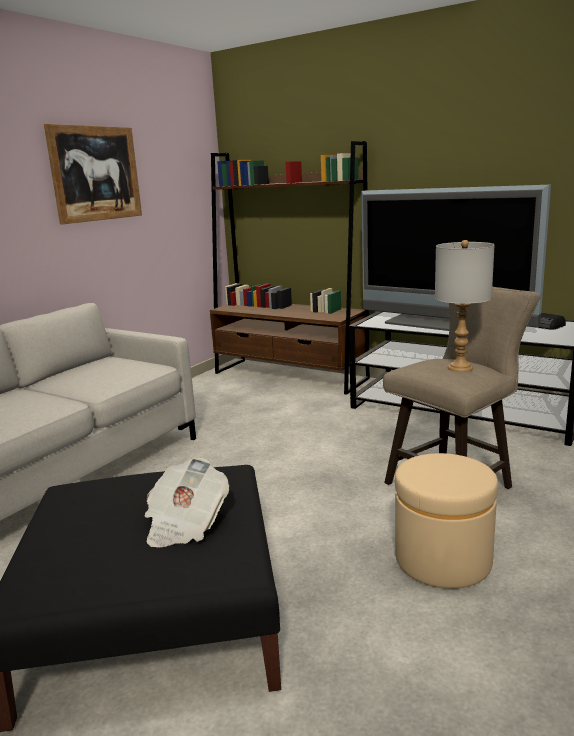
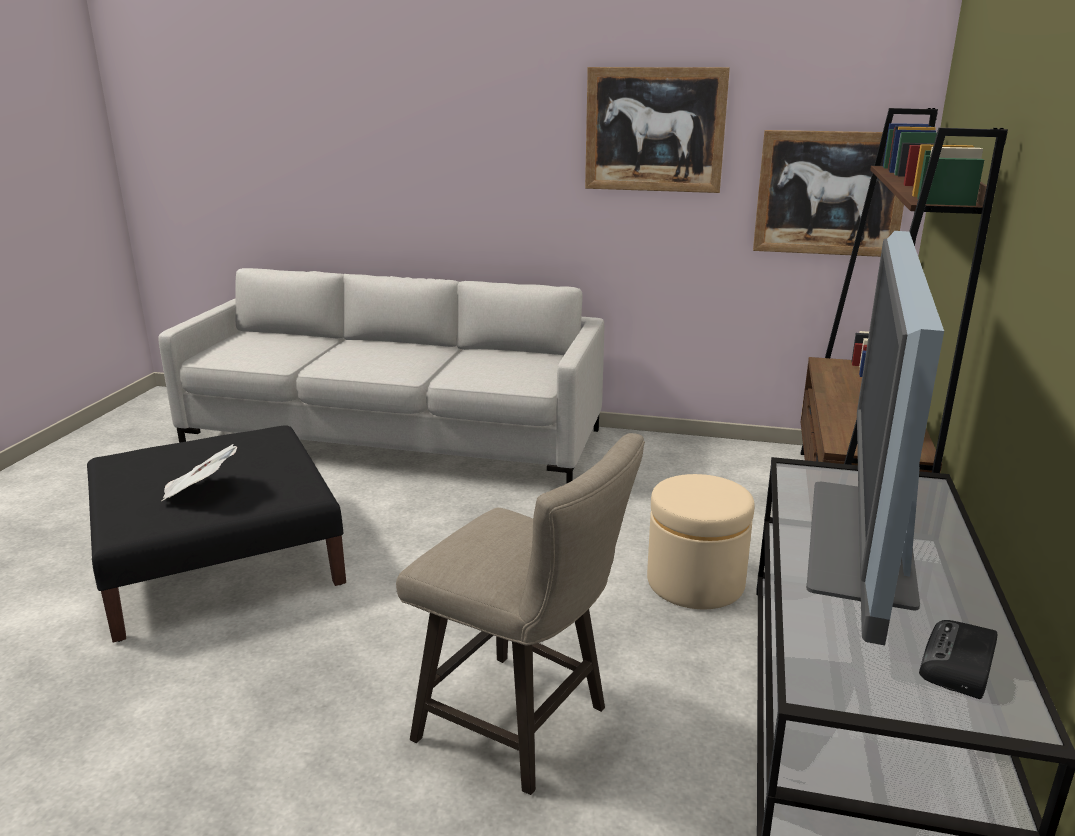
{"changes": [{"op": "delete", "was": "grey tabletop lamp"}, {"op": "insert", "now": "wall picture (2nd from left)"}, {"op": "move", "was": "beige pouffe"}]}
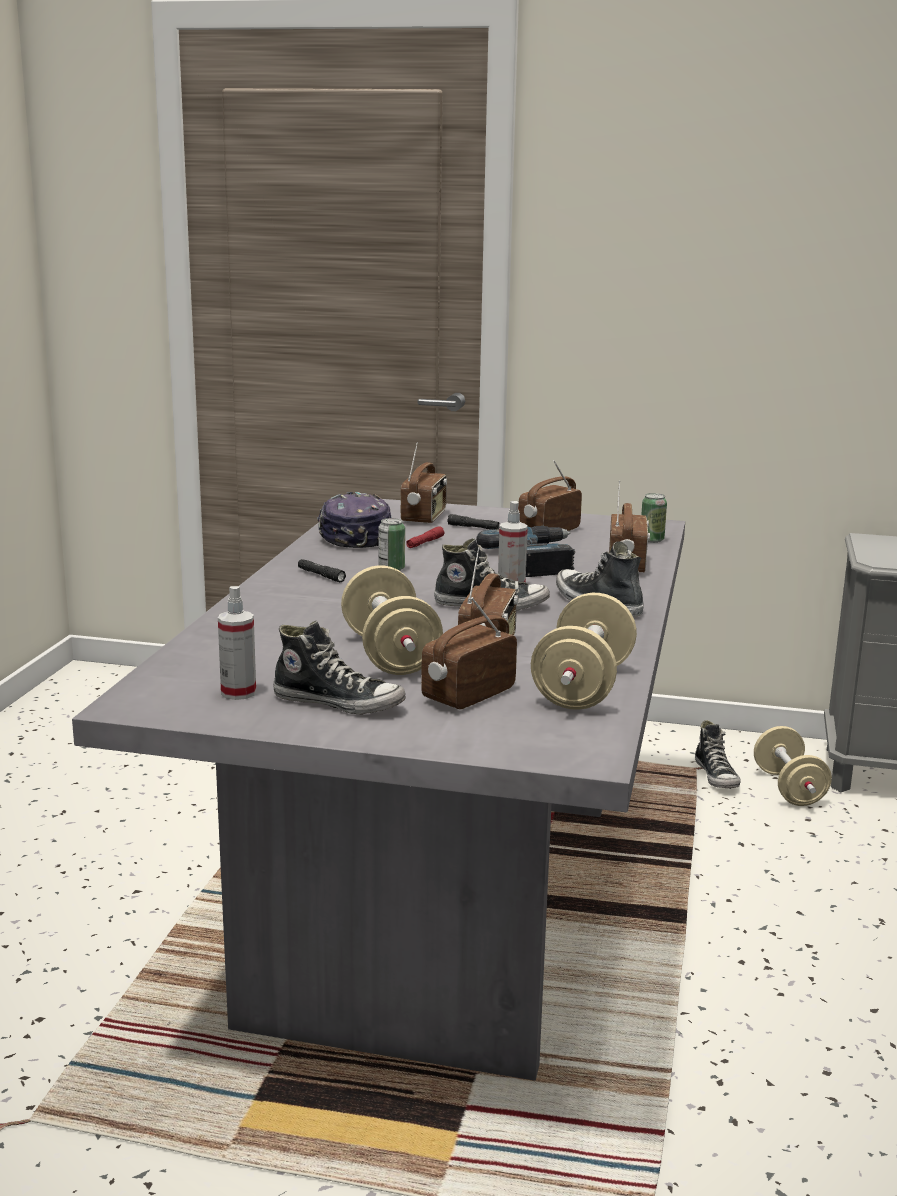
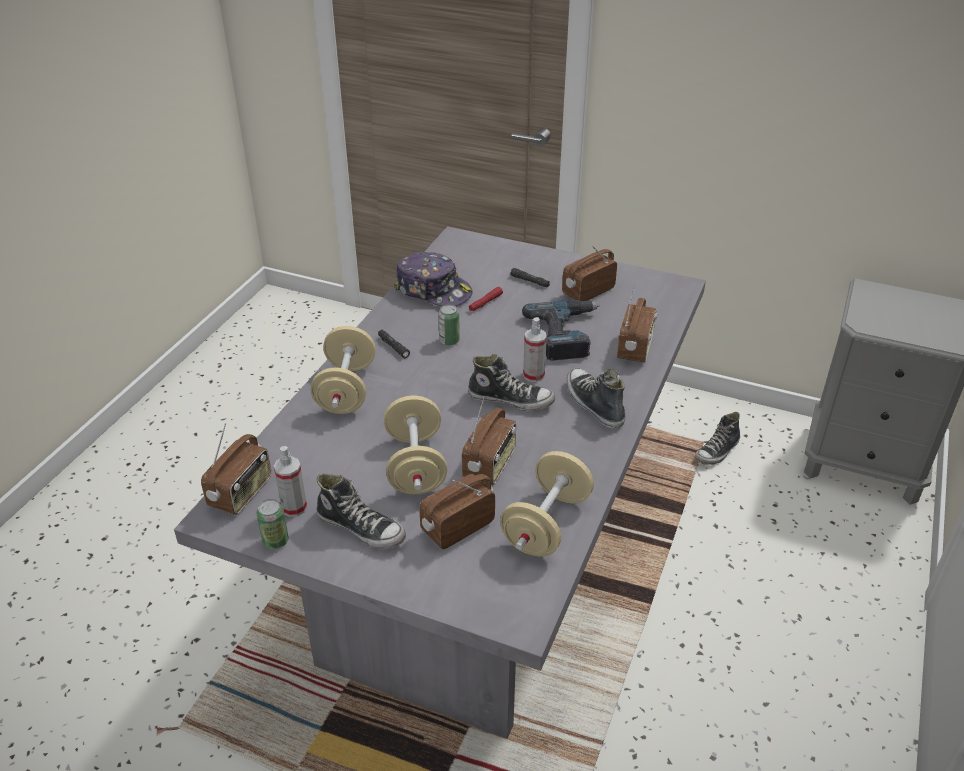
{"changes": [{"op": "move", "was": "radio (1st from left)"}, {"op": "move", "was": "can (2nd from left in the first image)", "now": "can (1st from left)"}, {"op": "move", "was": "beige free weight (3rd from left in the first image)", "now": "beige free weight (1st from left)"}, {"op": "rotate", "was": "cap", "clockwise": 120}, {"op": "rotate", "was": "shoe (4th from left)", "clockwise": 45}]}
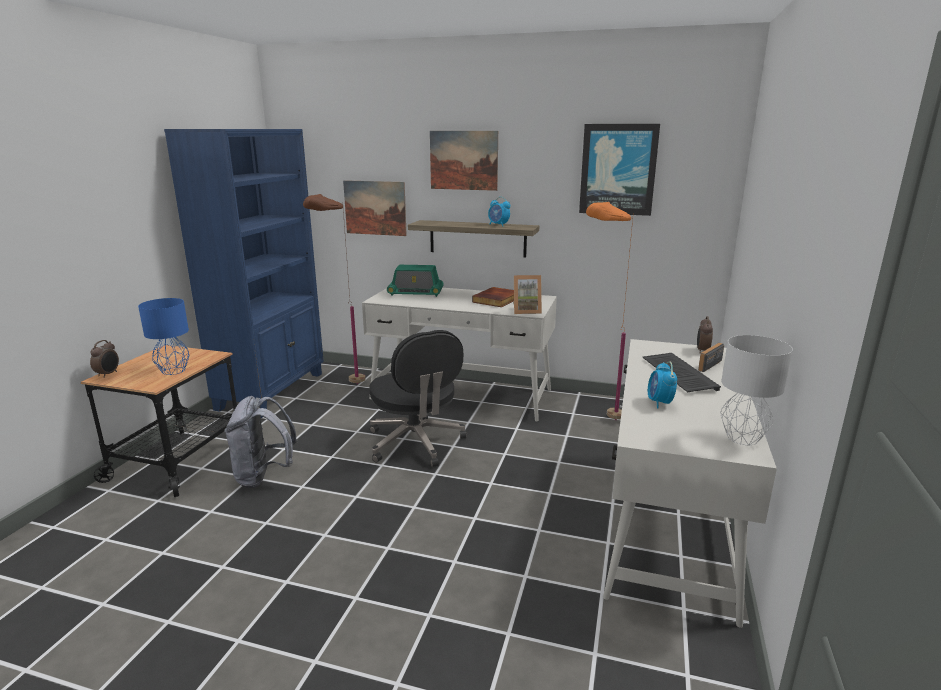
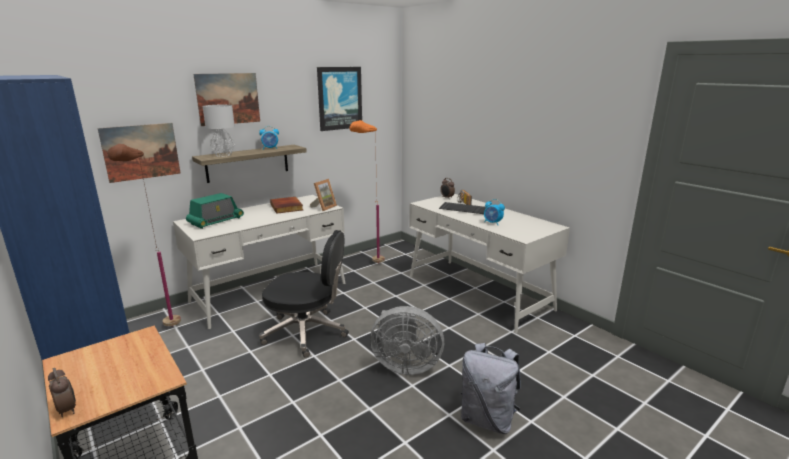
{"changes": [{"op": "delete", "was": "blue-coloured tabletop lamp"}, {"op": "insert", "now": "grey electric fan"}, {"op": "move", "was": "grey knapsack"}, {"op": "move", "was": "grey tabletop lamp"}]}
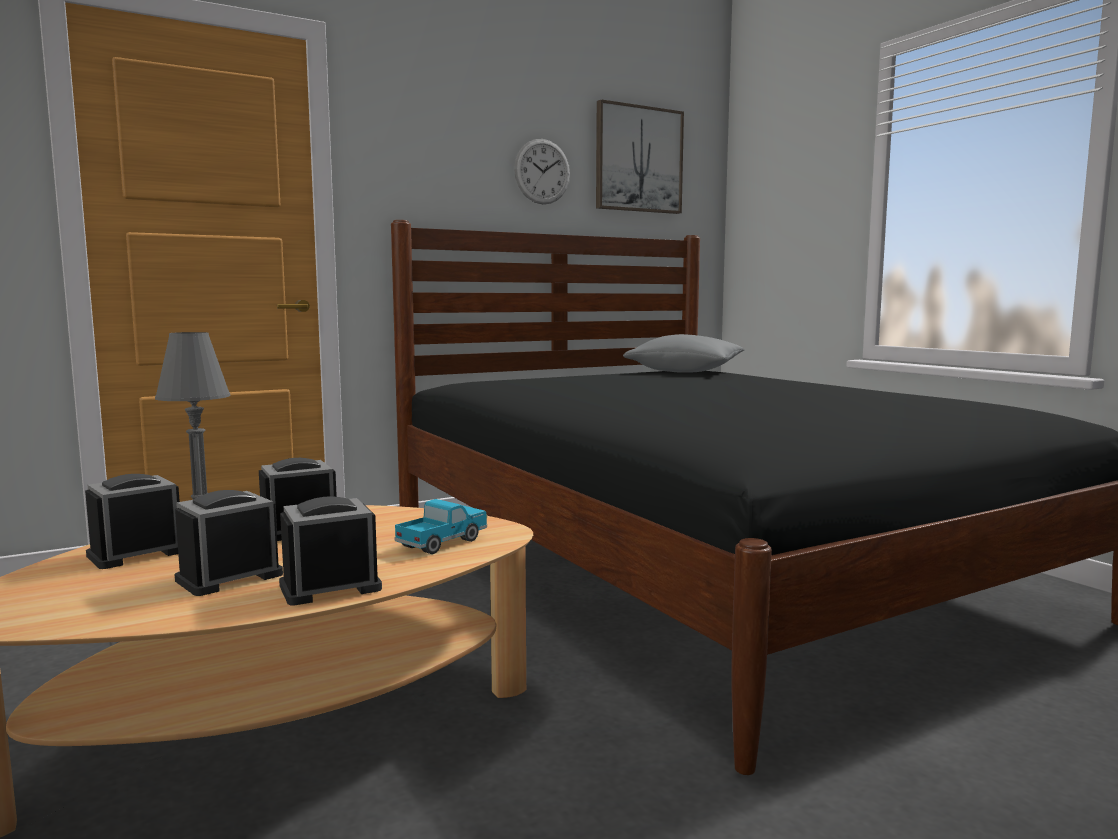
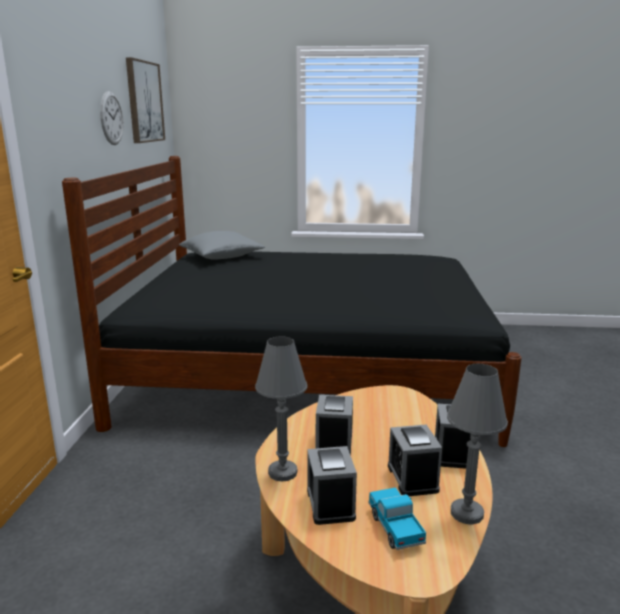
{"changes": [{"op": "insert", "now": "grey tabletop lamp (2nd from left)"}, {"op": "move", "was": "model truck"}]}
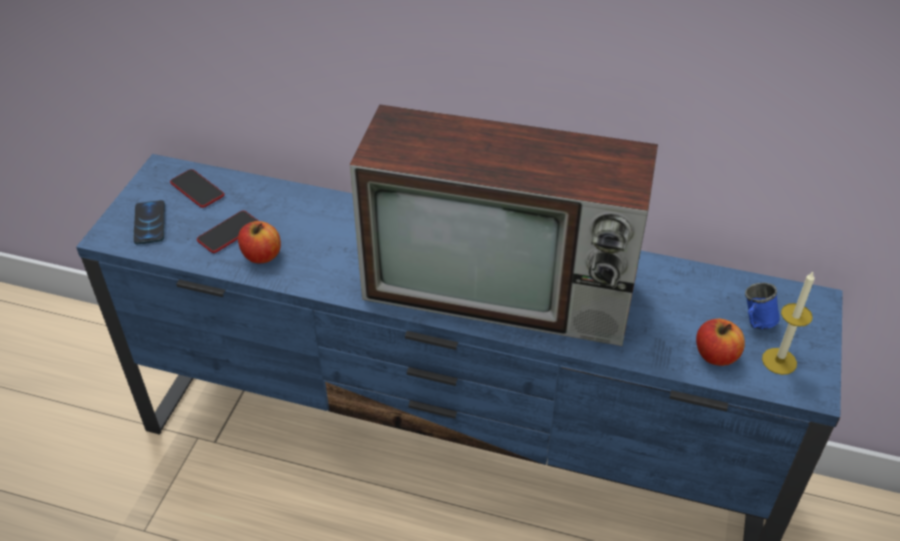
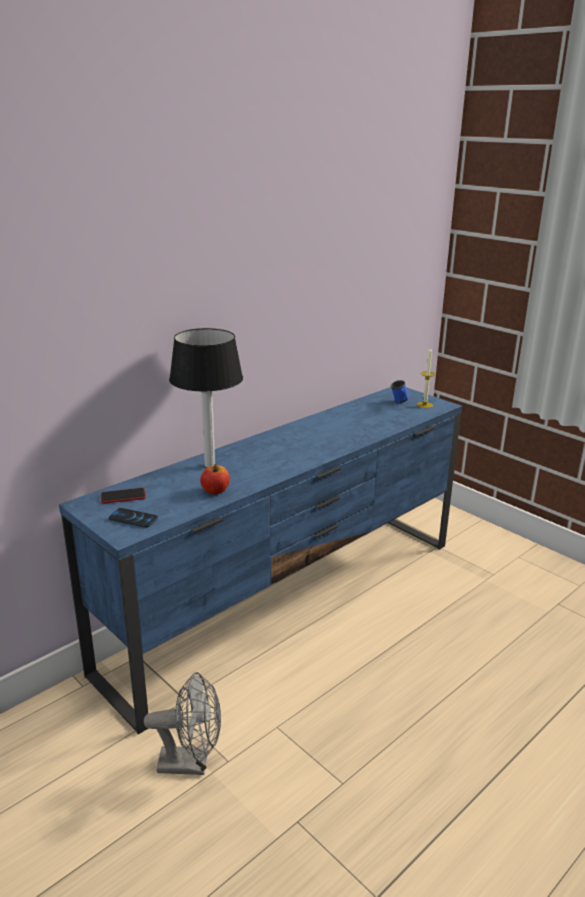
{"changes": [{"op": "delete", "was": "phone (3rd from left)"}, {"op": "delete", "was": "television"}, {"op": "delete", "was": "apple (2nd from left)"}, {"op": "insert", "now": "grey electric fan"}, {"op": "insert", "now": "tabletop lamp"}]}
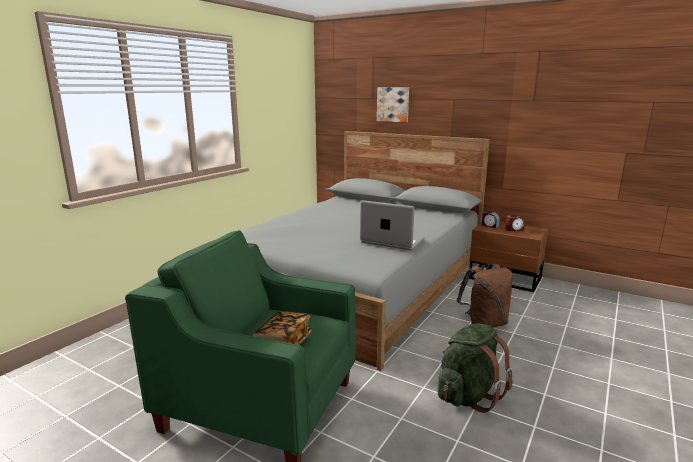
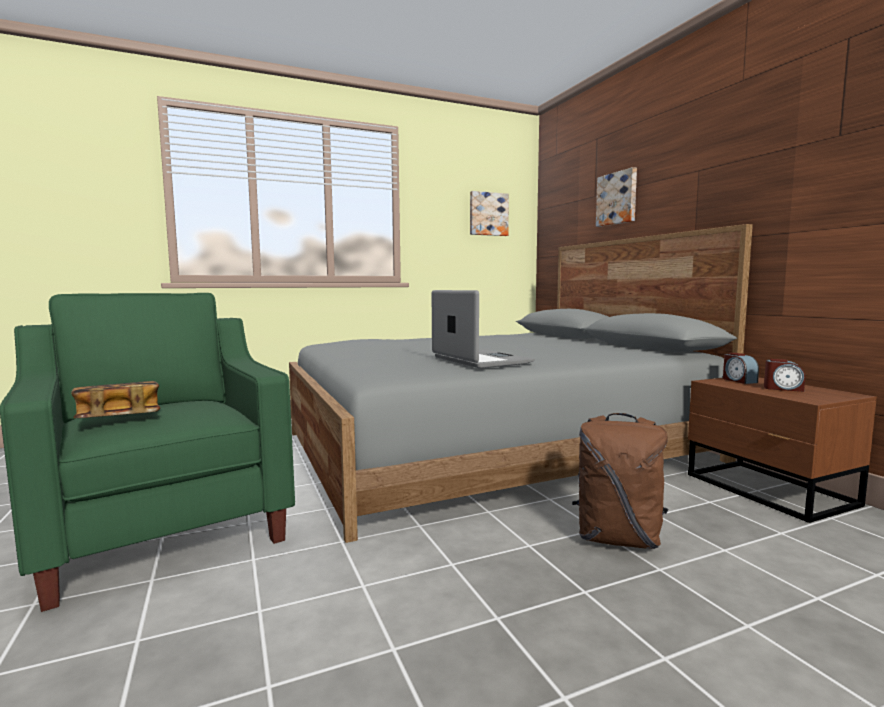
{"changes": [{"op": "delete", "was": "greenish knapsack"}, {"op": "insert", "now": "wall picture (1st from left)"}]}
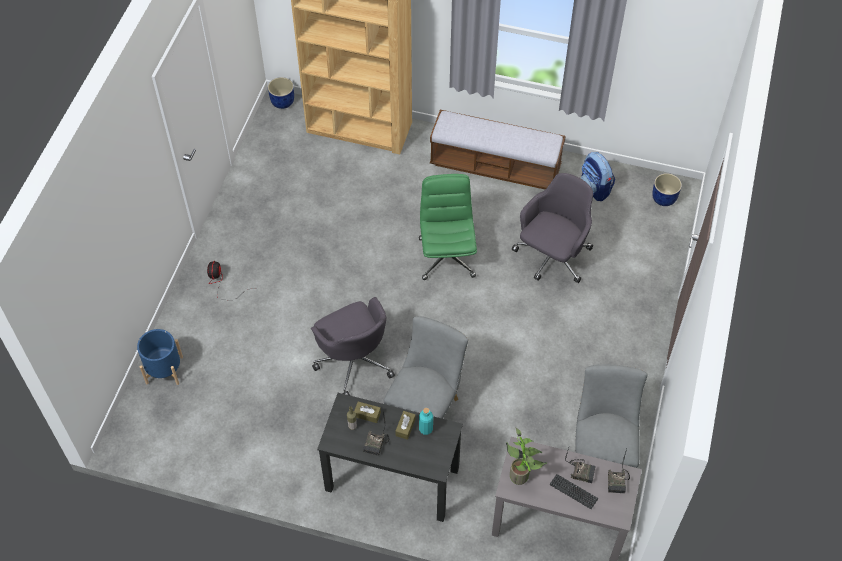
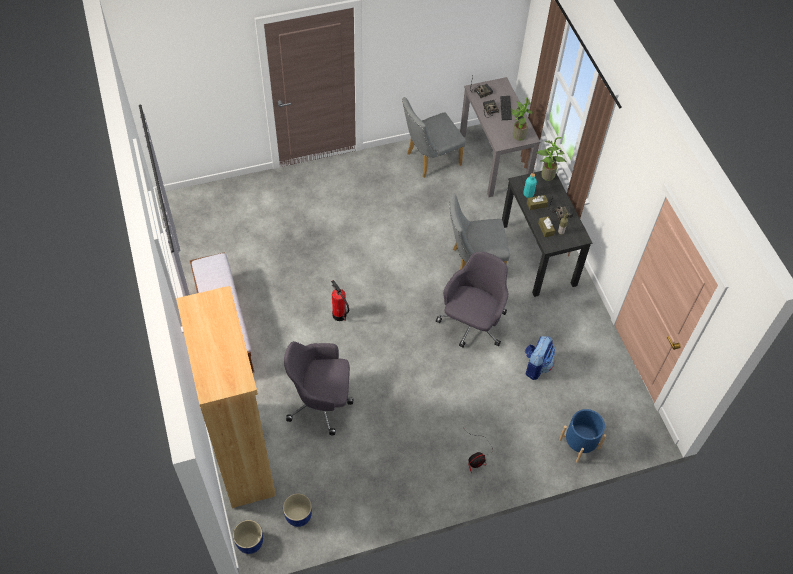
{"changes": [{"op": "insert", "now": "plant in a pot (2nd from left)"}, {"op": "move", "was": "grey desk chair (2nd from left in the first image)", "now": "grey desk chair (1st from left)"}, {"op": "move", "was": "knapsack"}, {"op": "move", "was": "blue-coloured planter (3rd from left in the first image)", "now": "blue-coloured planter (2nd from left)"}, {"op": "replace", "was": "greenish desk chair", "now": "fire-fighting cylinder"}]}
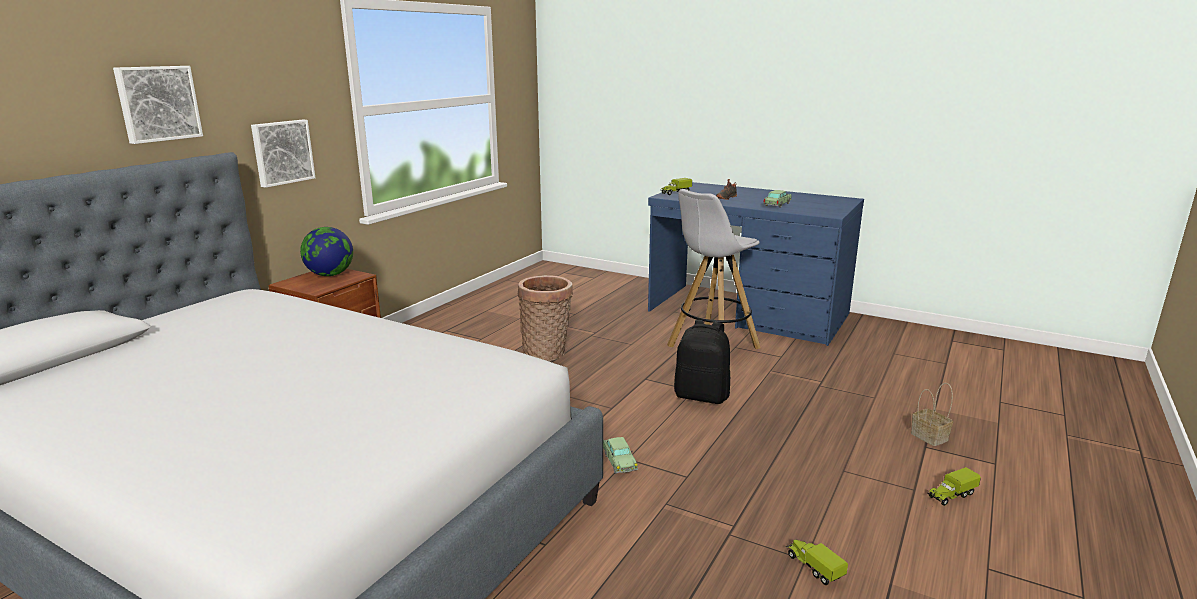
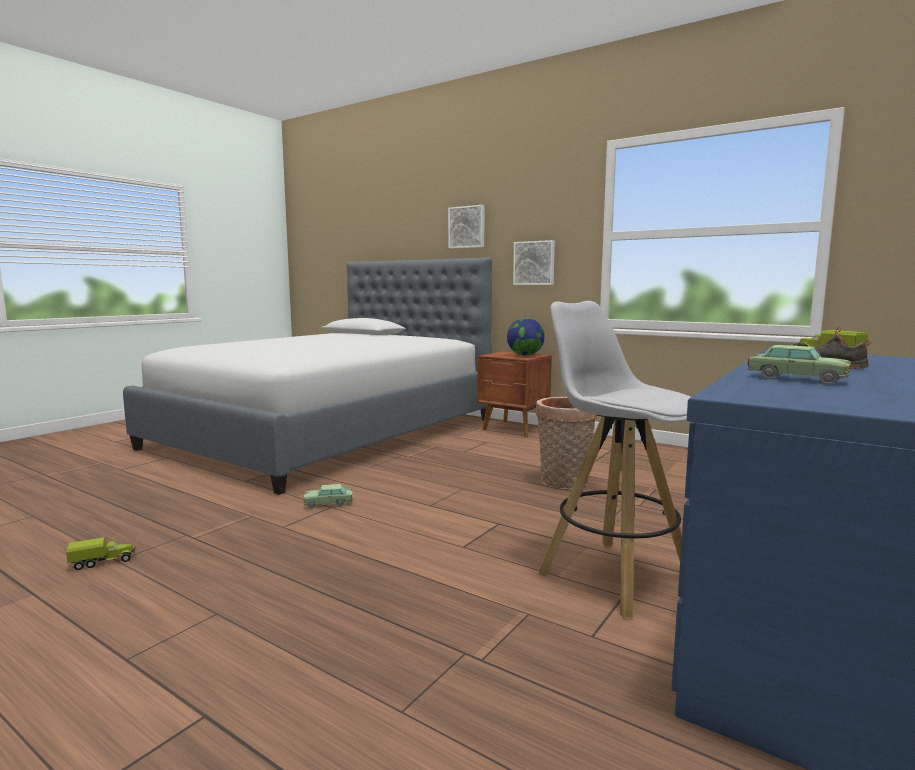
{"changes": [{"op": "delete", "was": "blackish knapsack"}, {"op": "delete", "was": "storage basket (2nd from left)"}, {"op": "delete", "was": "model truck (3rd from left)"}]}
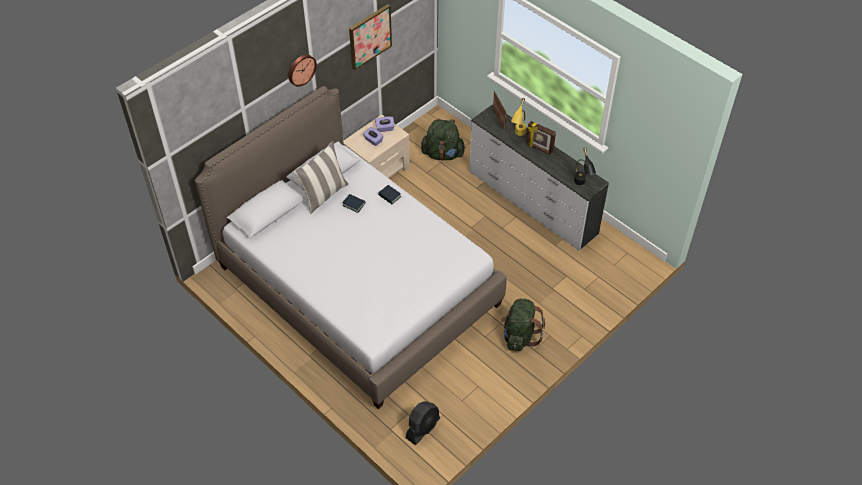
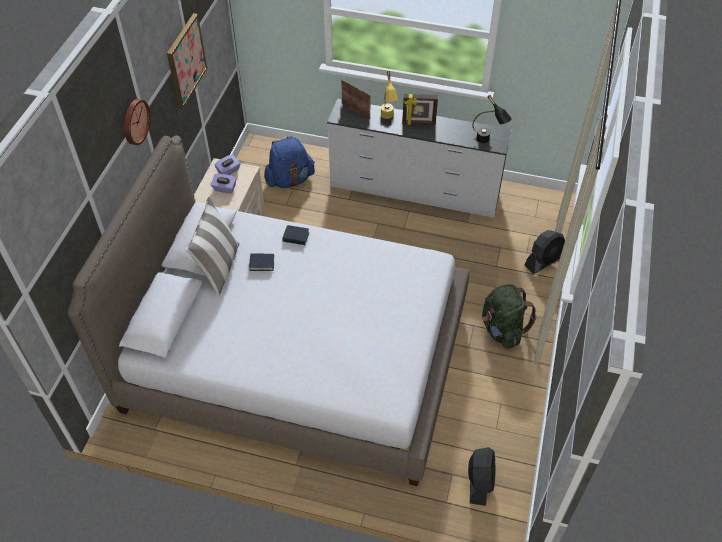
{"changes": [{"op": "insert", "now": "blackish electric fan (2nd from left)"}, {"op": "recolor", "was": "greenish knapsack (1st from left)", "now": "blue-coloured knapsack"}]}
